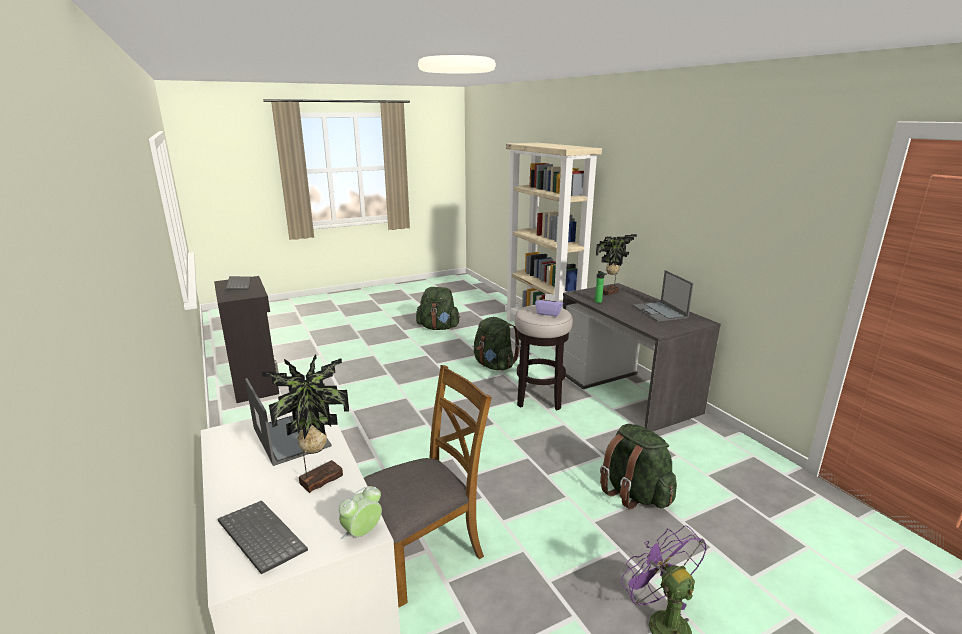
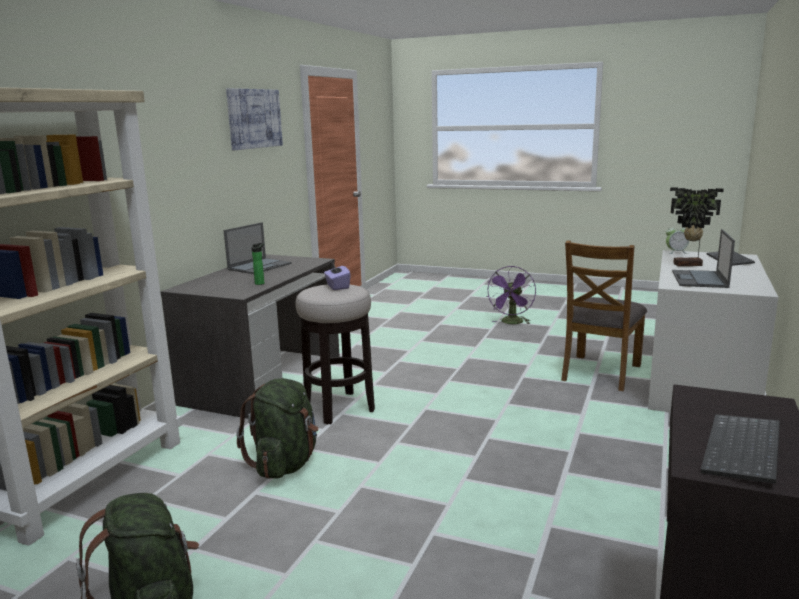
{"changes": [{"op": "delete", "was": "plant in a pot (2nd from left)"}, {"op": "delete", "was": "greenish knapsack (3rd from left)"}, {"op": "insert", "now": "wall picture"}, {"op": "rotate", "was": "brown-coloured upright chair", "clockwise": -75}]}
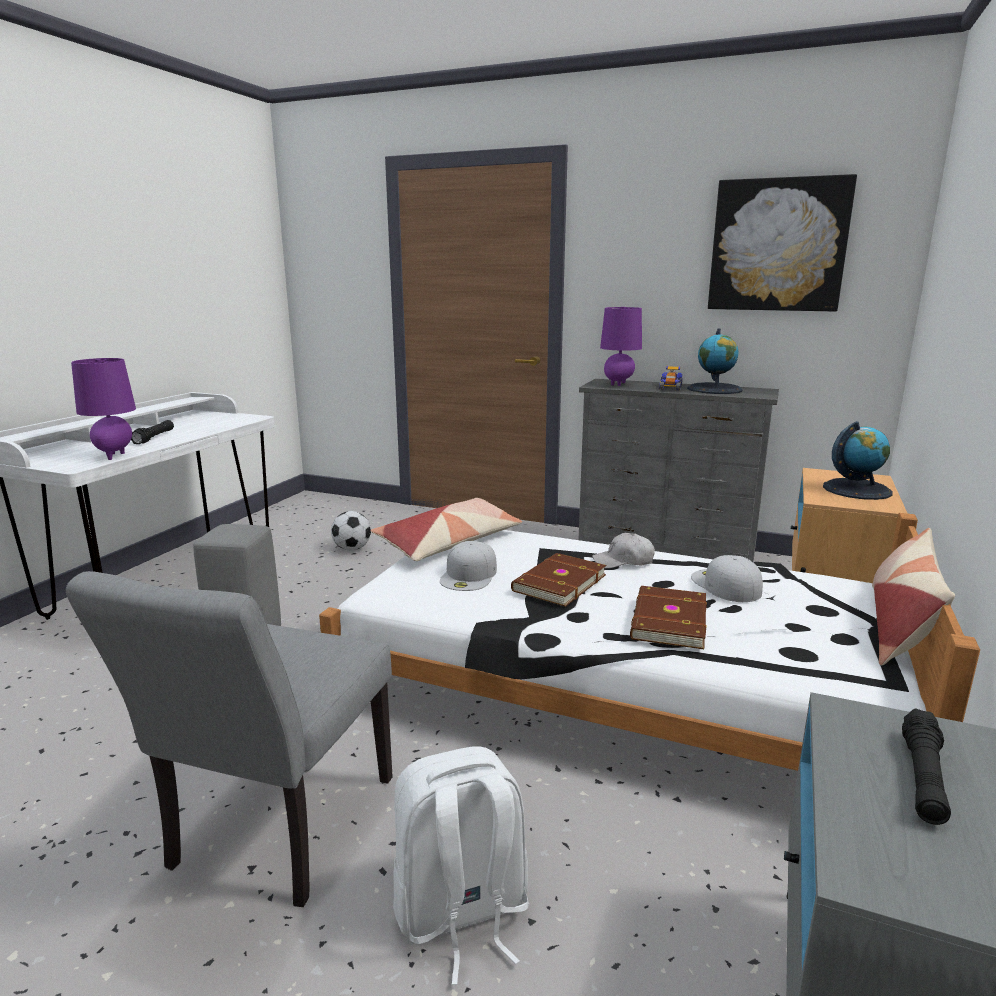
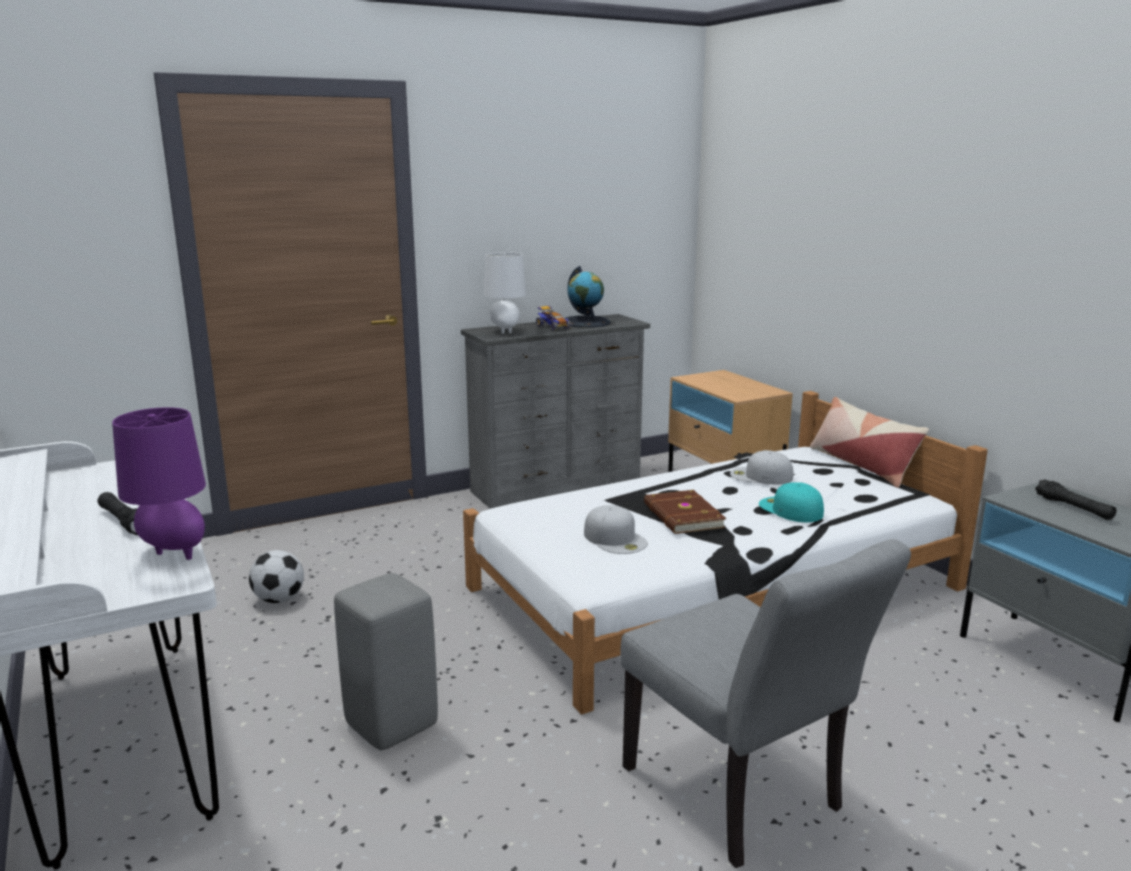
{"changes": [{"op": "delete", "was": "throw pillow (1st from left)"}, {"op": "delete", "was": "white-coloured knapsack"}, {"op": "delete", "was": "white-coloured cap (2nd from left)"}, {"op": "delete", "was": "wall picture"}, {"op": "delete", "was": "desk globe (2nd from left)"}, {"op": "replace", "was": "brown-coloured bound book (2nd from left)", "now": "turquoise cap"}, {"op": "recolor", "was": "purple-coloured tabletop lamp (2nd from left)", "now": "white-coloured tabletop lamp"}]}
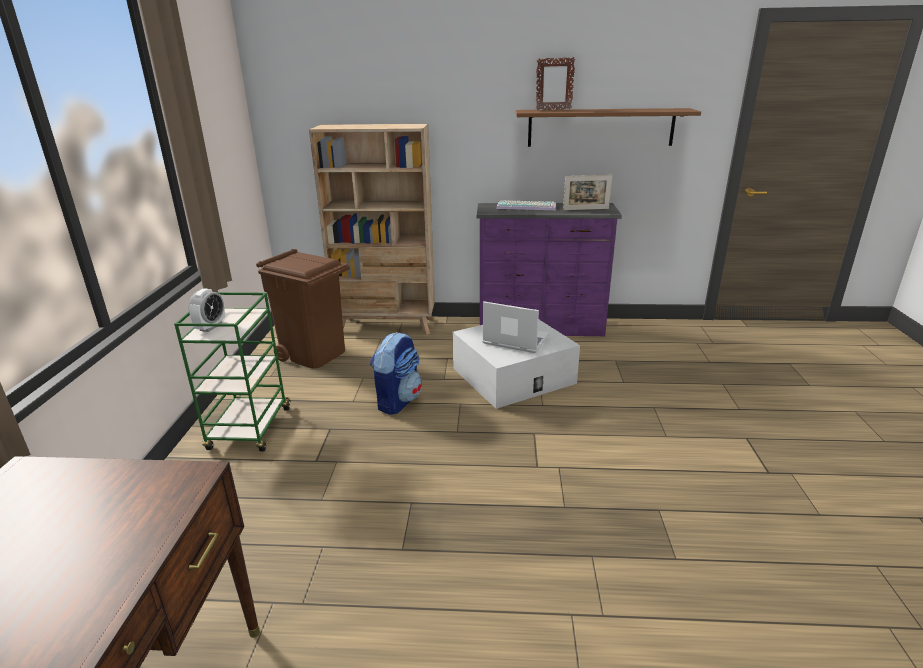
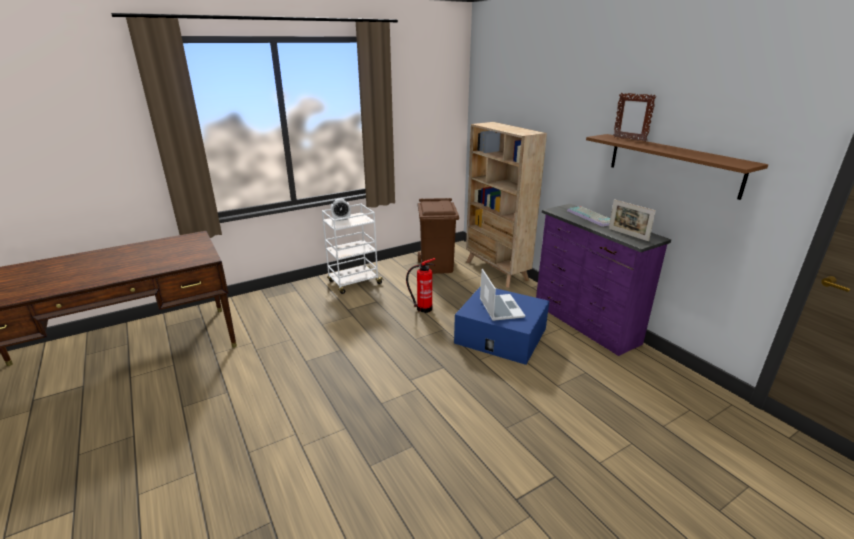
{"changes": [{"op": "replace", "was": "knapsack", "now": "fire-fighting cylinder"}, {"op": "recolor", "was": "greenish wheeled cart", "now": "white-coloured wheeled cart"}, {"op": "recolor", "was": "white-coloured storage box", "now": "blue-coloured storage box"}]}
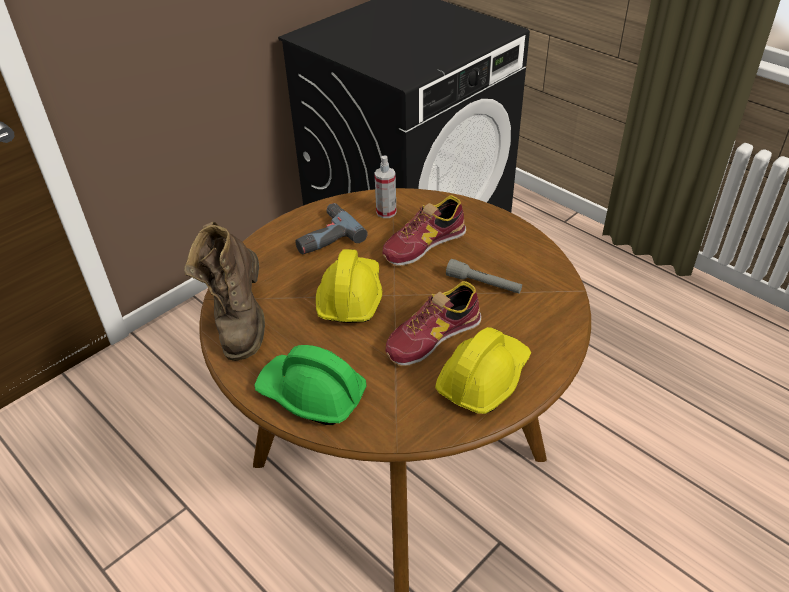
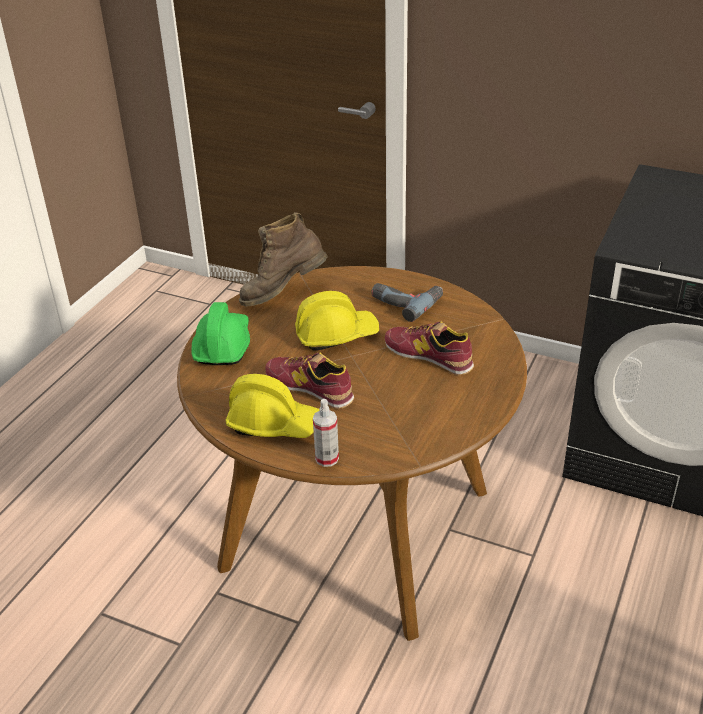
{"changes": [{"op": "delete", "was": "grey hand torch"}, {"op": "move", "was": "spray bottle"}]}
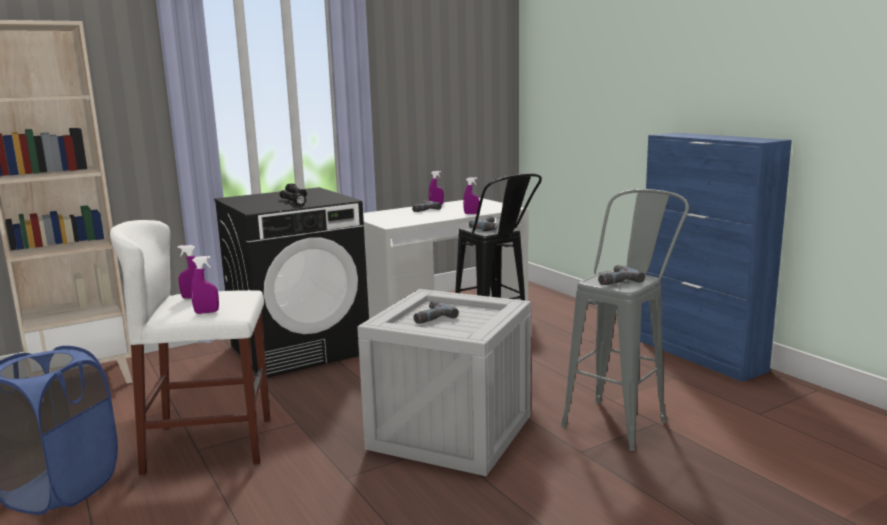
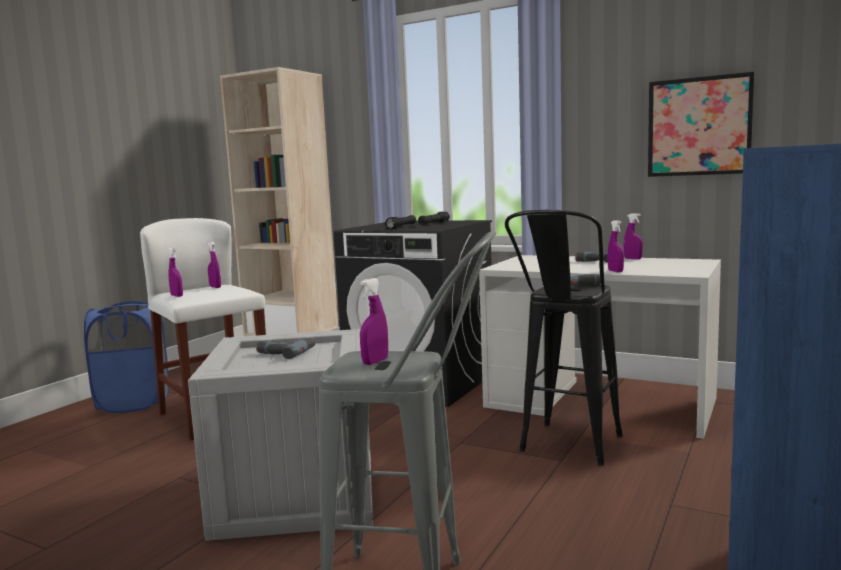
{"changes": [{"op": "insert", "now": "wall picture"}, {"op": "replace", "was": "power drill (4th from left)", "now": "purple-coloured spray bottle (3rd from left)"}]}
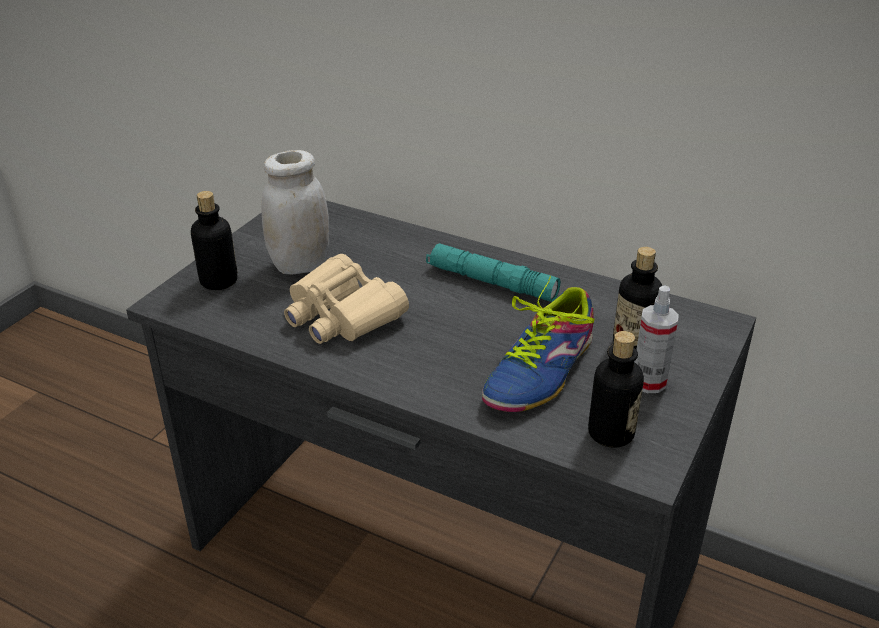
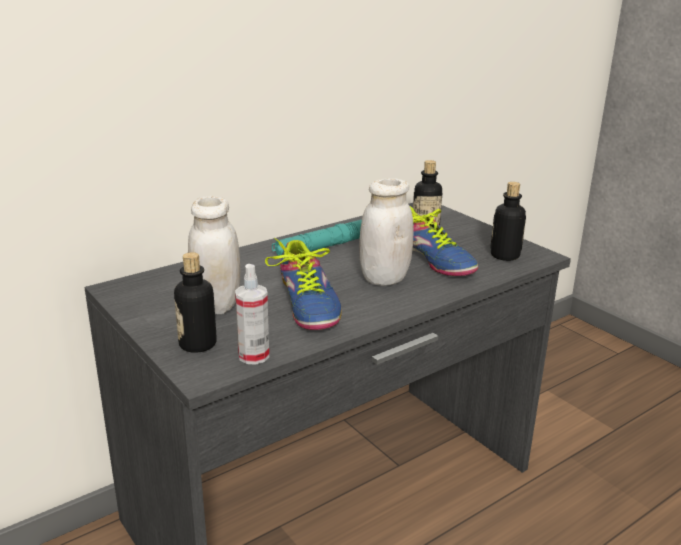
{"changes": [{"op": "insert", "now": "white-coloured jar (2nd from left)"}, {"op": "move", "was": "spray bottle"}, {"op": "replace", "was": "beige binoculars", "now": "shoe (1st from left)"}]}
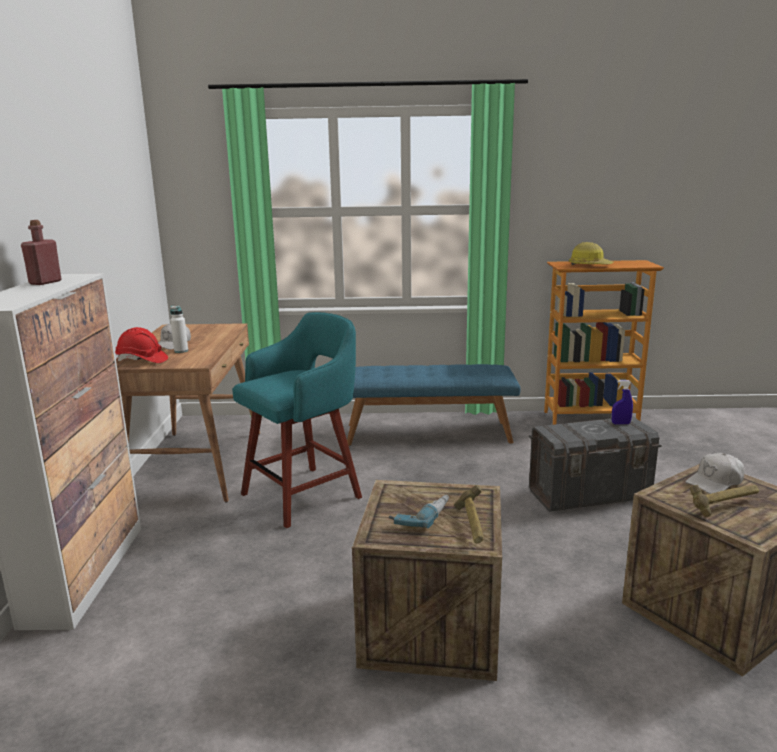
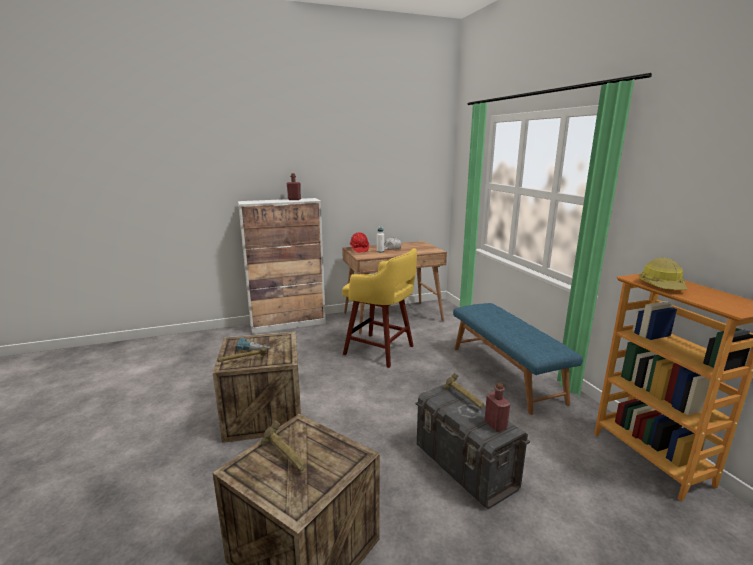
{"changes": [{"op": "delete", "was": "white-coloured cap (2nd from left)"}, {"op": "insert", "now": "hammer (3rd from left)"}, {"op": "replace", "was": "blue-coloured spray bottle", "now": "red-coloured bottle (2nd from left)"}, {"op": "recolor", "was": "turquoise stool seat", "now": "yellowish stool seat"}]}
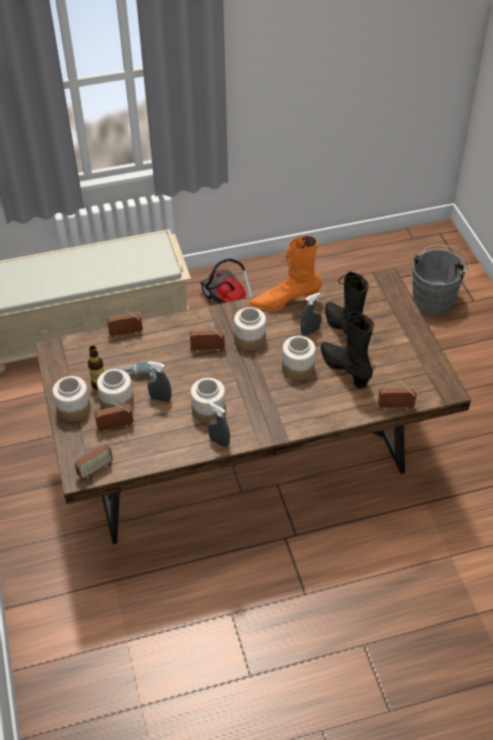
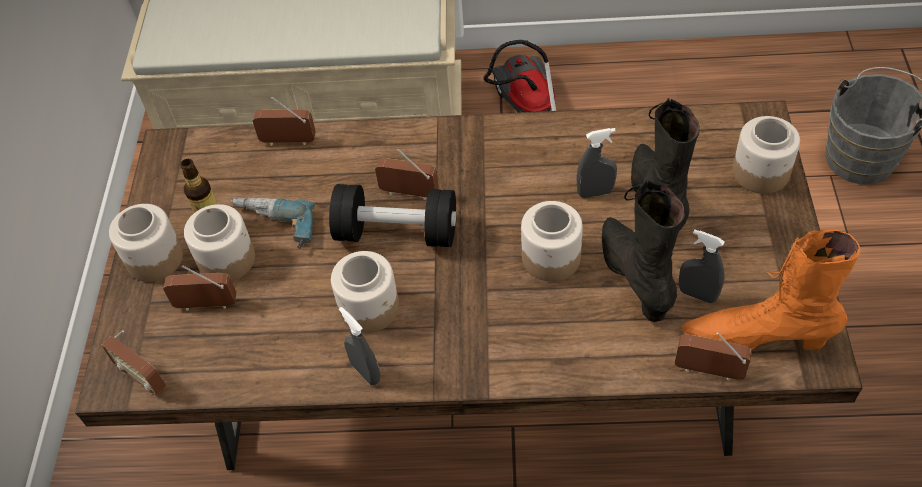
{"changes": [{"op": "insert", "now": "blackish free weight"}, {"op": "move", "was": "grey spray bottle (1st from left in the first image)", "now": "grey spray bottle (3rd from left)"}, {"op": "move", "was": "jar (4th from left in the first image)", "now": "jar (5th from left)"}, {"op": "move", "was": "orange-coloured high-top boot"}, {"op": "rotate", "was": "radio (1st from left)", "clockwise": 60}]}
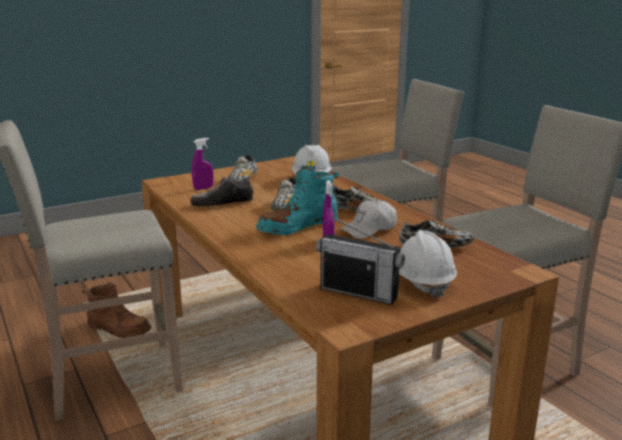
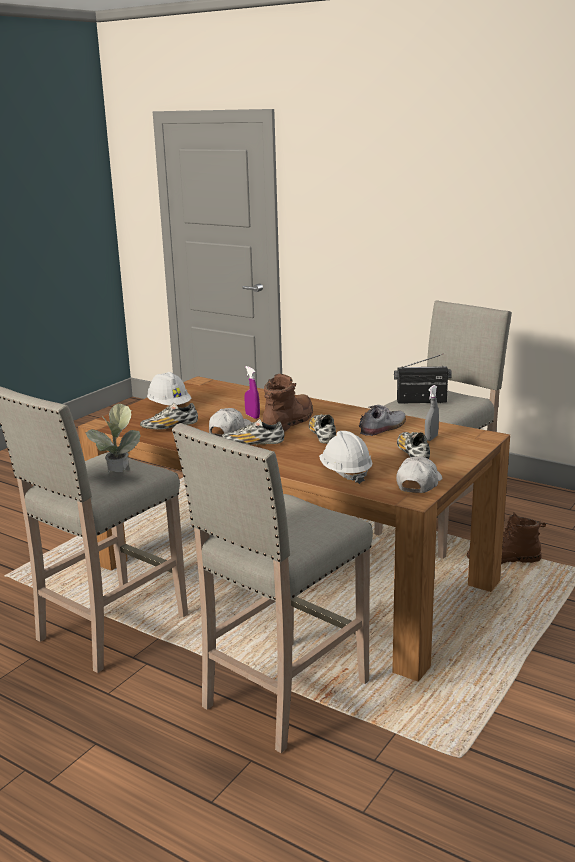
{"changes": [{"op": "insert", "now": "plant in a pot"}, {"op": "insert", "now": "white-coloured cap (2nd from left)"}, {"op": "move", "was": "radio"}, {"op": "recolor", "was": "purple-coloured spray bottle (1st from left)", "now": "grey spray bottle"}, {"op": "recolor", "was": "turquoise high-top boot", "now": "brown-coloured high-top boot (1st from left)"}]}
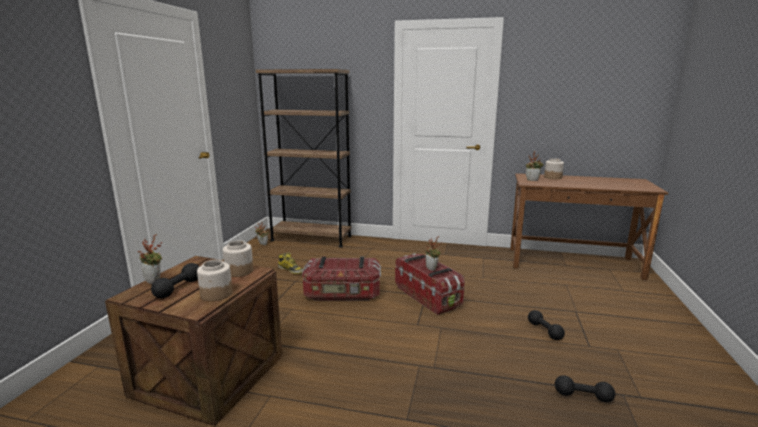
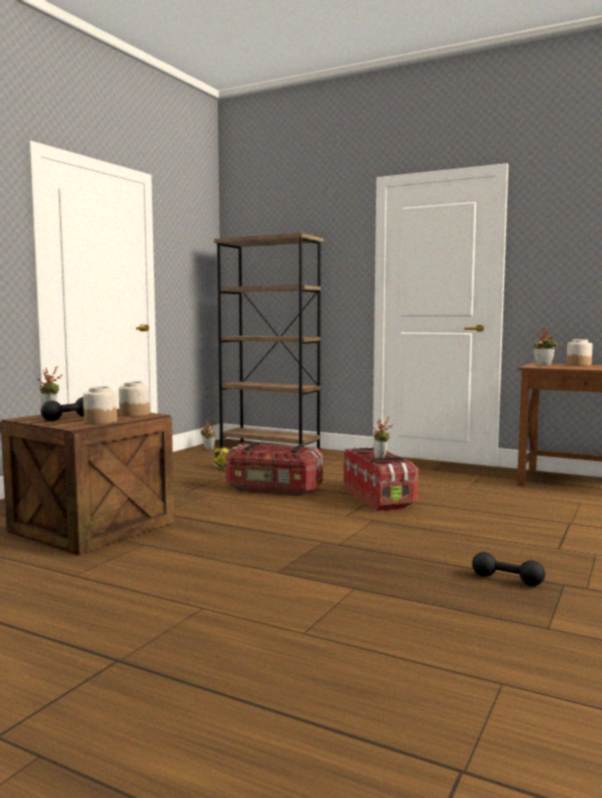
{"changes": [{"op": "delete", "was": "blackish free weight (2nd from left)"}]}
